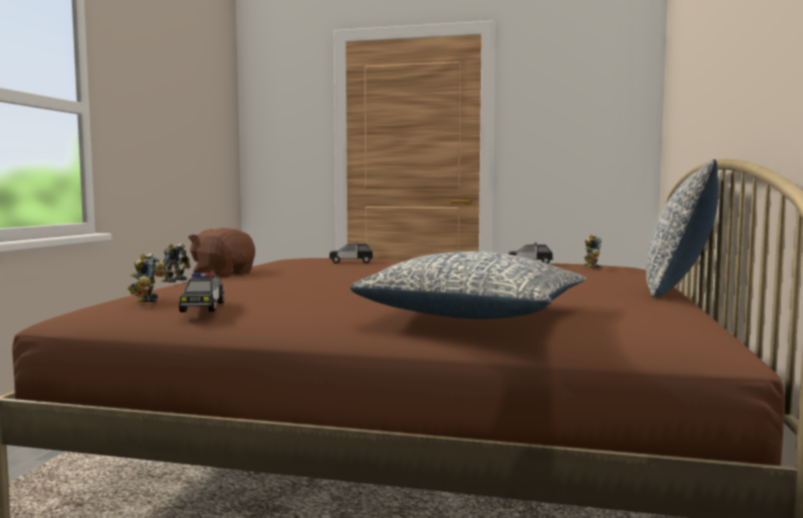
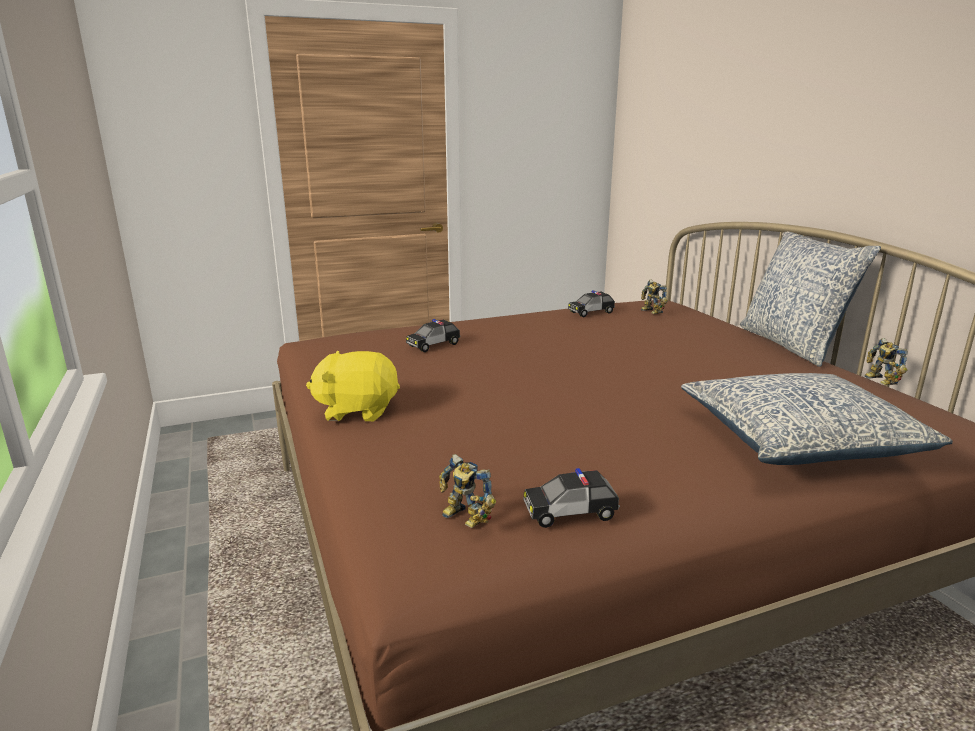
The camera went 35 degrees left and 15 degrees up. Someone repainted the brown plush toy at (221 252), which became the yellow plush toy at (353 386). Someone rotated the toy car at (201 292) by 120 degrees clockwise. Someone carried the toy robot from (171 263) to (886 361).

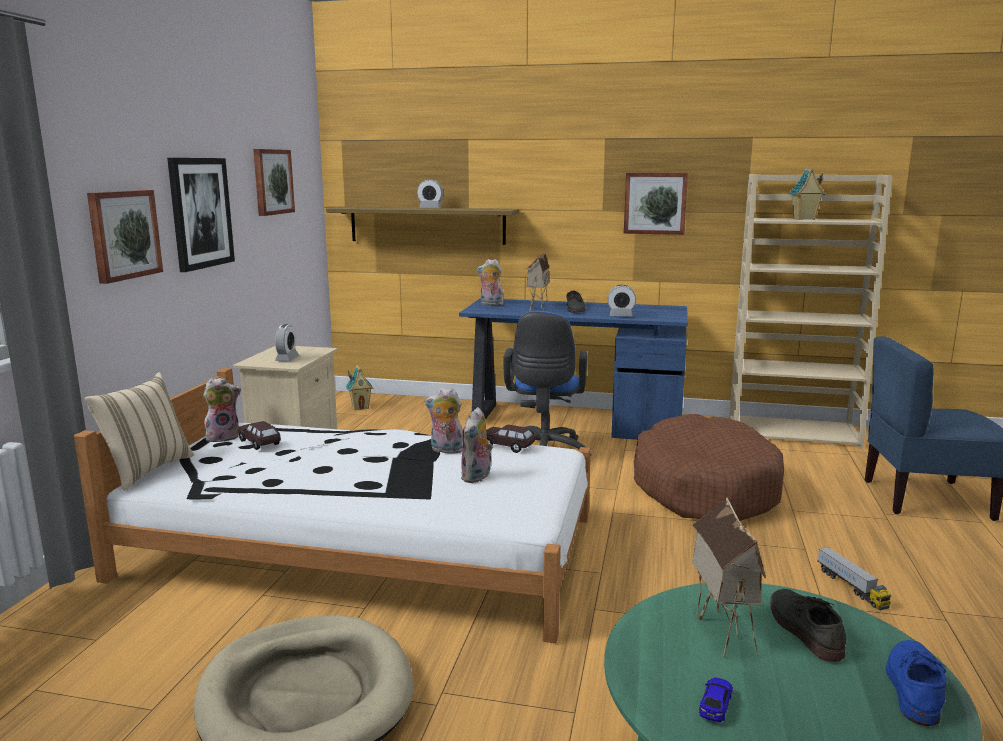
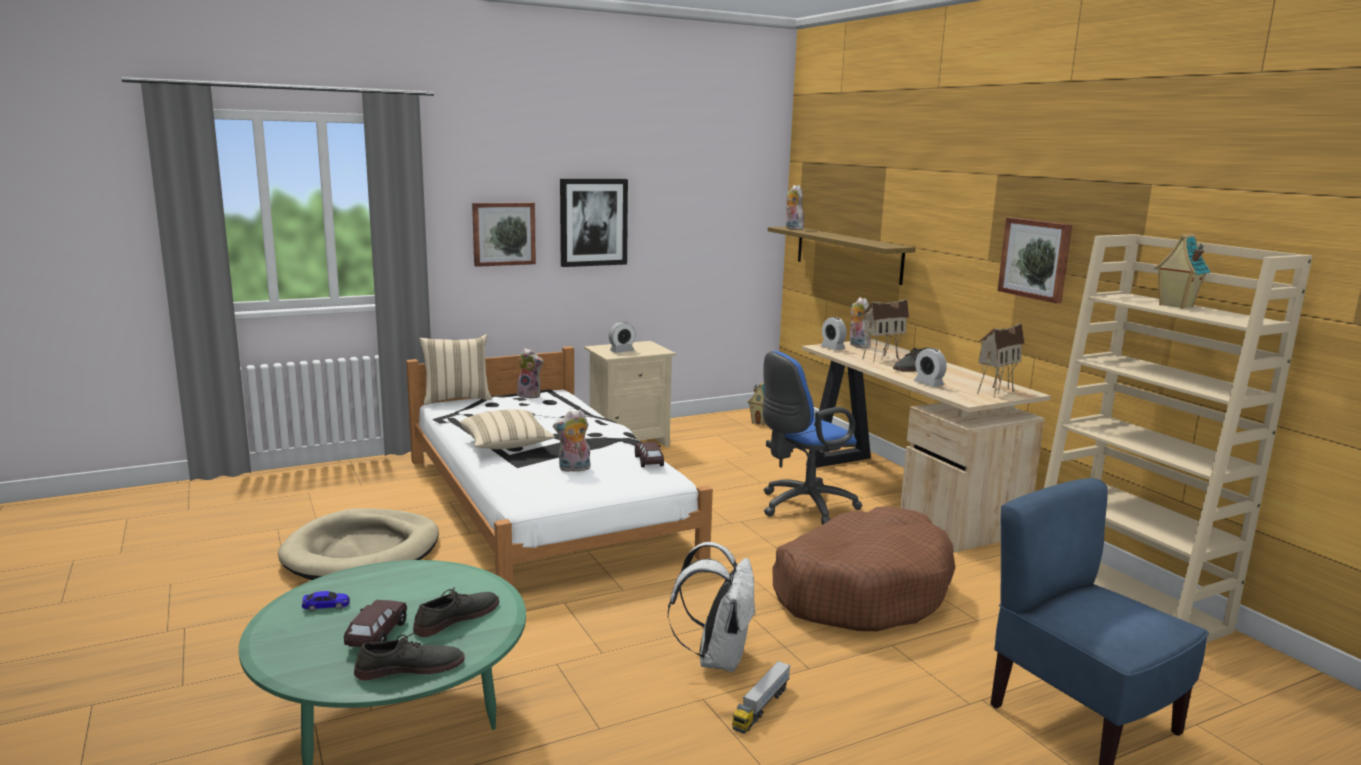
The camera went 50 degrees right and 0 degrees up. Someone carried the brown toy car from (259 435) to (375 623). Someone repainted the blue shoe at (916 683), which became the grey shoe at (409 656). Someone put down the beige pillow at (507 429). Someone put down the white backpack at (712 607). Someone carried the plush toy from (444 421) to (795 207). Someone repainted the blue desk at (573 369), which became the beige desk at (926 446). Someone carried the alarm clock from (430 193) to (834 333). Someone carried the toy house from (729 577) to (1001 360). Someone took away the picture at (274 182).

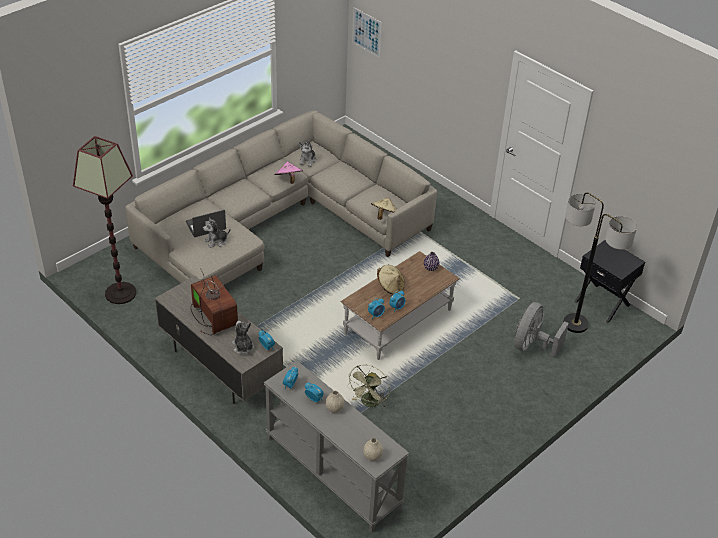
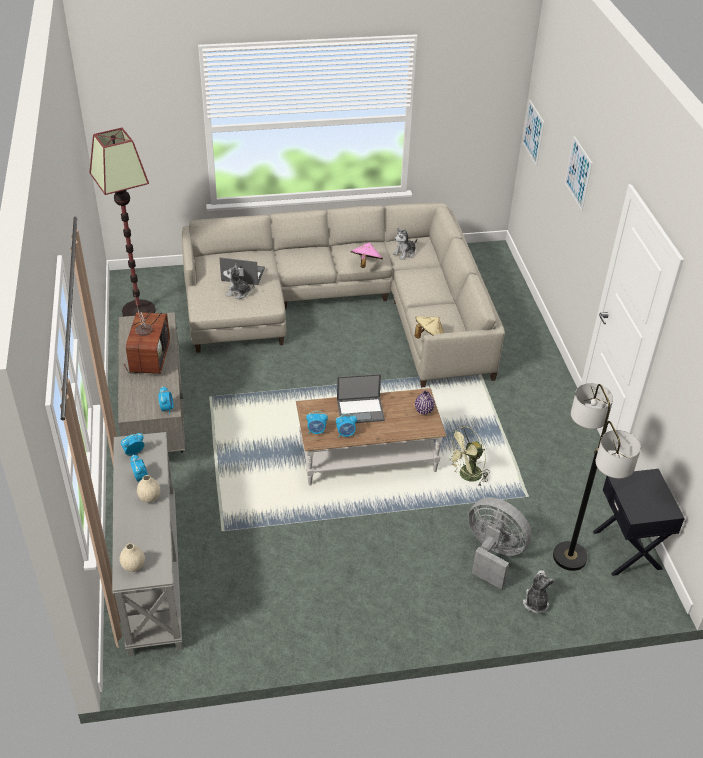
The camera went 35 degrees right and 0 degrees up. Someone swapped the beige hat at (391 279) for the laptop at (361 398). Someone carried the green fan from (368 386) to (467 456). Someone rotated the grey fan at (541 329) by 60 degrees clockwise. Someone carried the plush toy from (243 338) to (539 592). Someone put up the picture at (578 173).

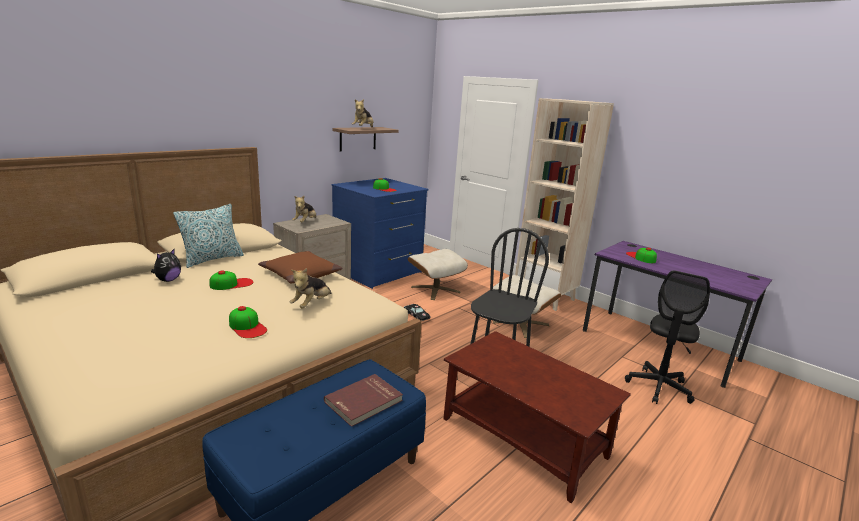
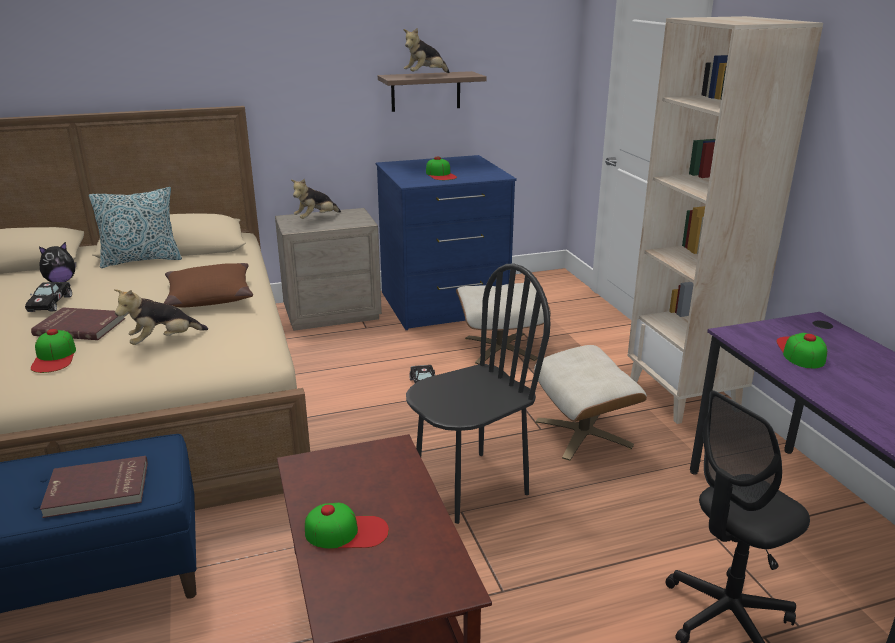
The camera went 30 degrees right and 5 degrees up. Someone put down the black toy car at (48 297). Someone put down the red book at (78 323). Someone carried the cap from (231 280) to (347 525).

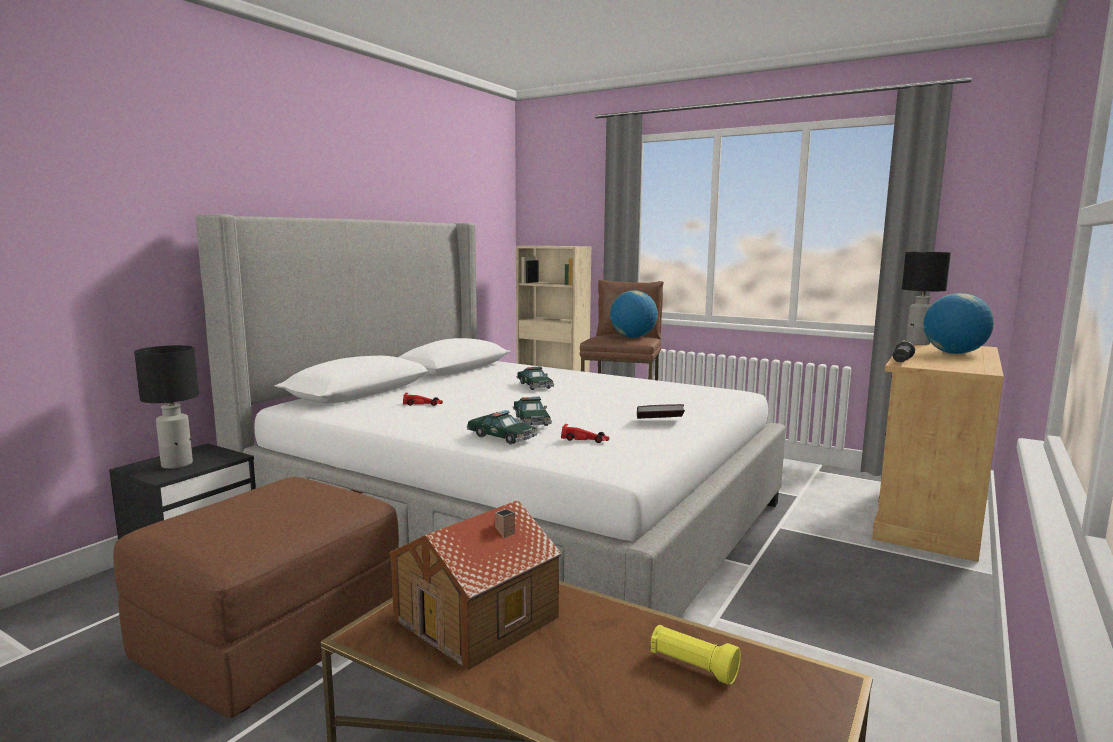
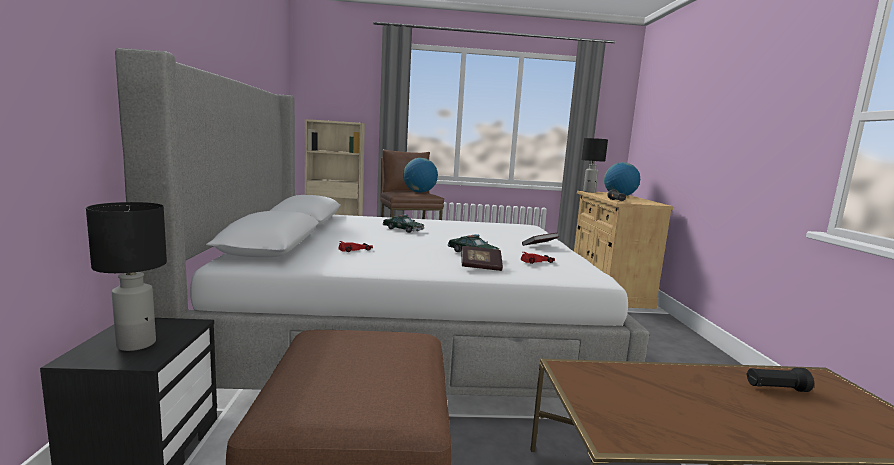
The camera went 35 degrees left and 0 degrees up. Someone swapped the toy car at (502 427) for the book at (482 258). Someone repainted the yellow flashlight at (696 655), which became the black flashlight at (780 380). Someone took away the toy house at (475 585).

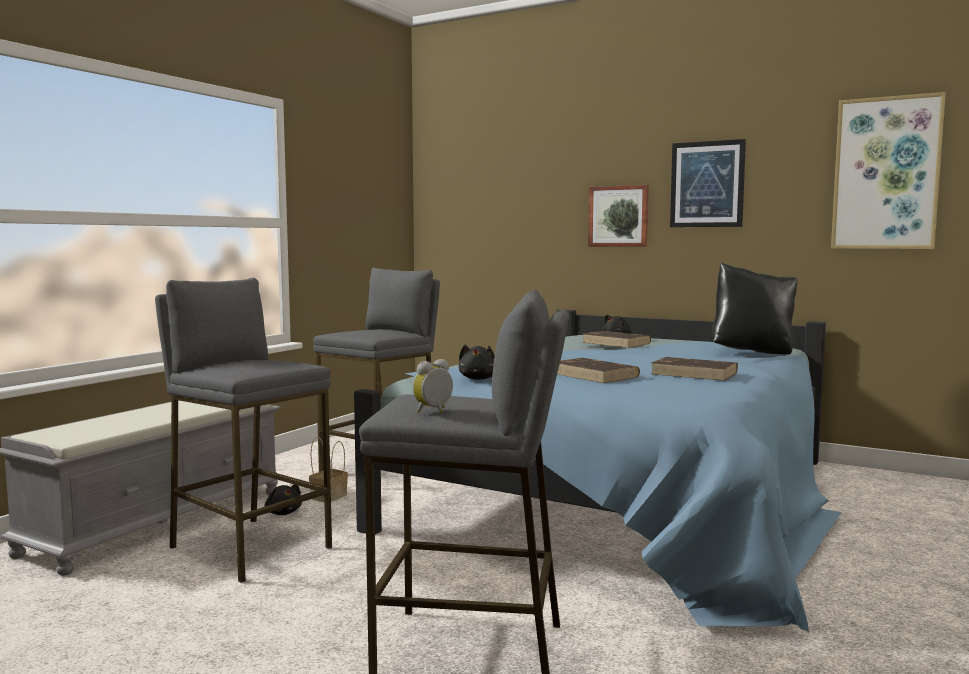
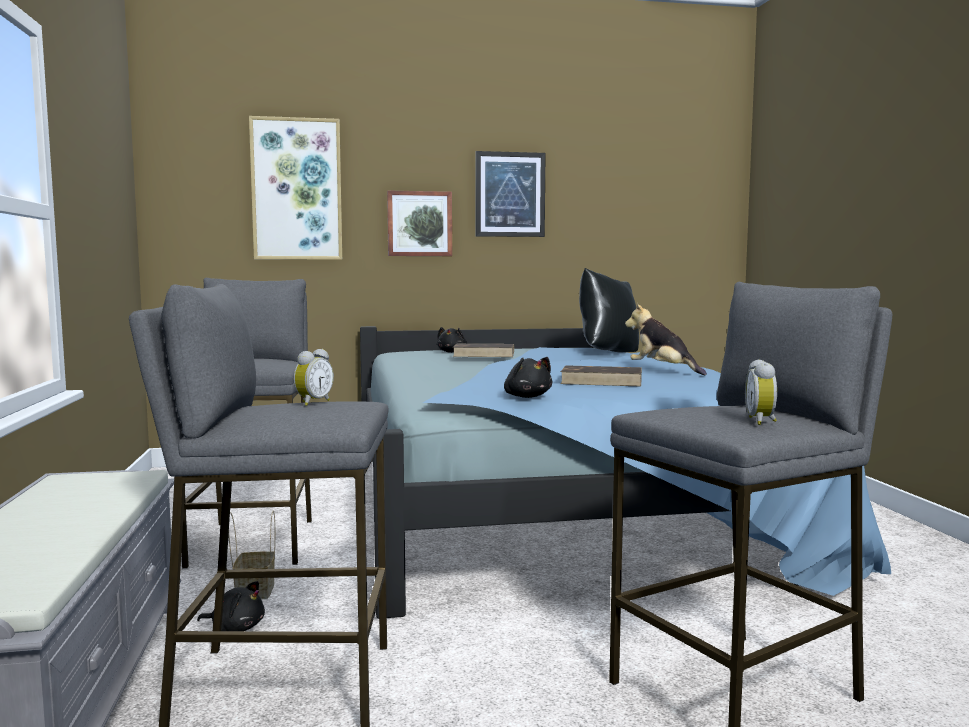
The camera went 40 degrees left and 0 degrees up. Someone carried the picture from (888 170) to (295 188). Someone put down the alarm clock at (313 377). Someone swapped the brown book at (694 369) for the plush toy at (666 339).

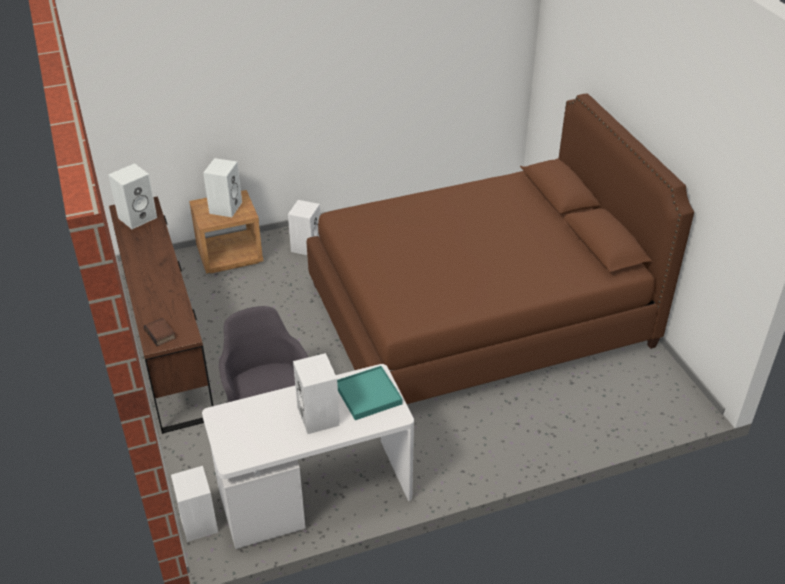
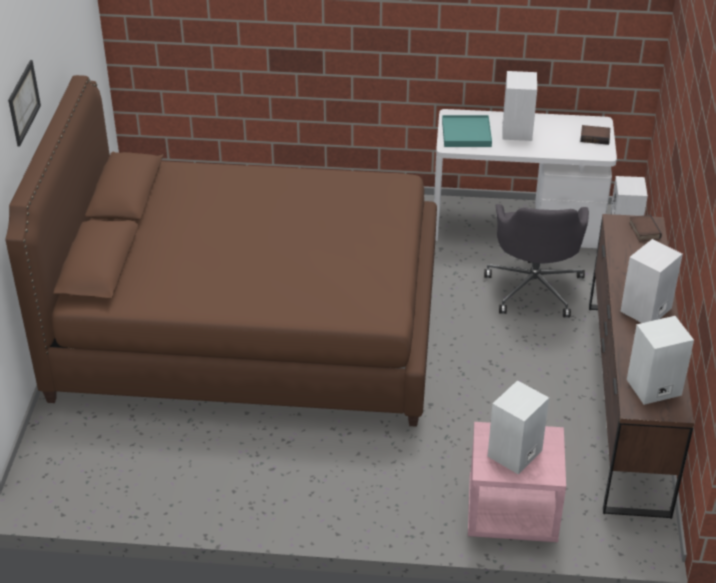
The camera went 155 degrees left and 0 degrees up. Someone put up the picture at (24 103). Someone repainted the brown nightstand at (226 232), which became the pink nightstand at (517 482). Someone put down the book at (595 135). Someone carried the white speaker from (304 227) to (651 281).

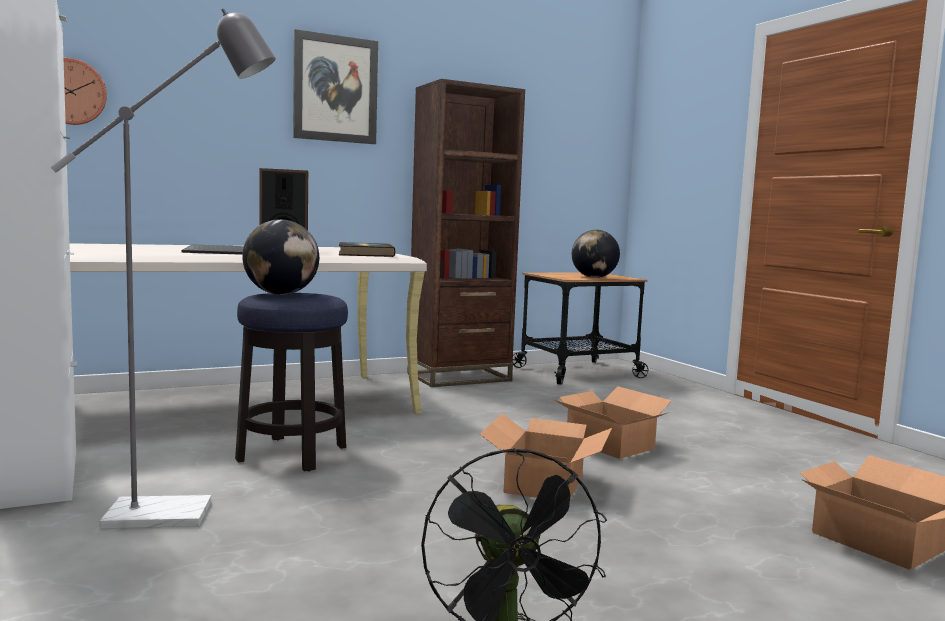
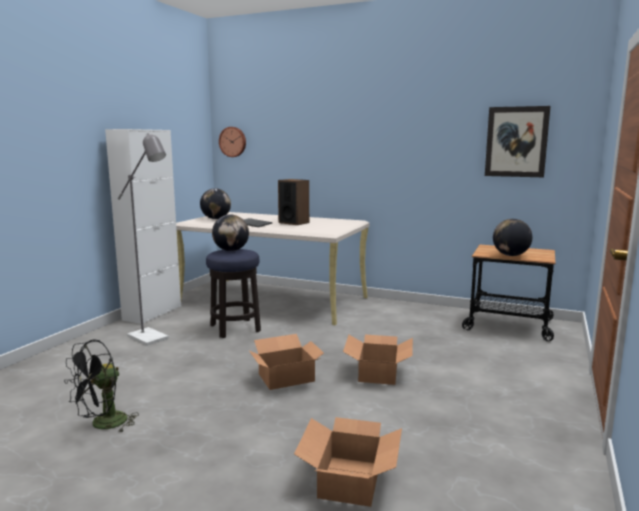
The camera went 50 degrees right and 5 degrees up. Someone put down the globe at (215 203). Someone carried the picture from (335 86) to (518 141). Someone took away the book at (367 249). Someone took away the brown bookcase at (466 233).

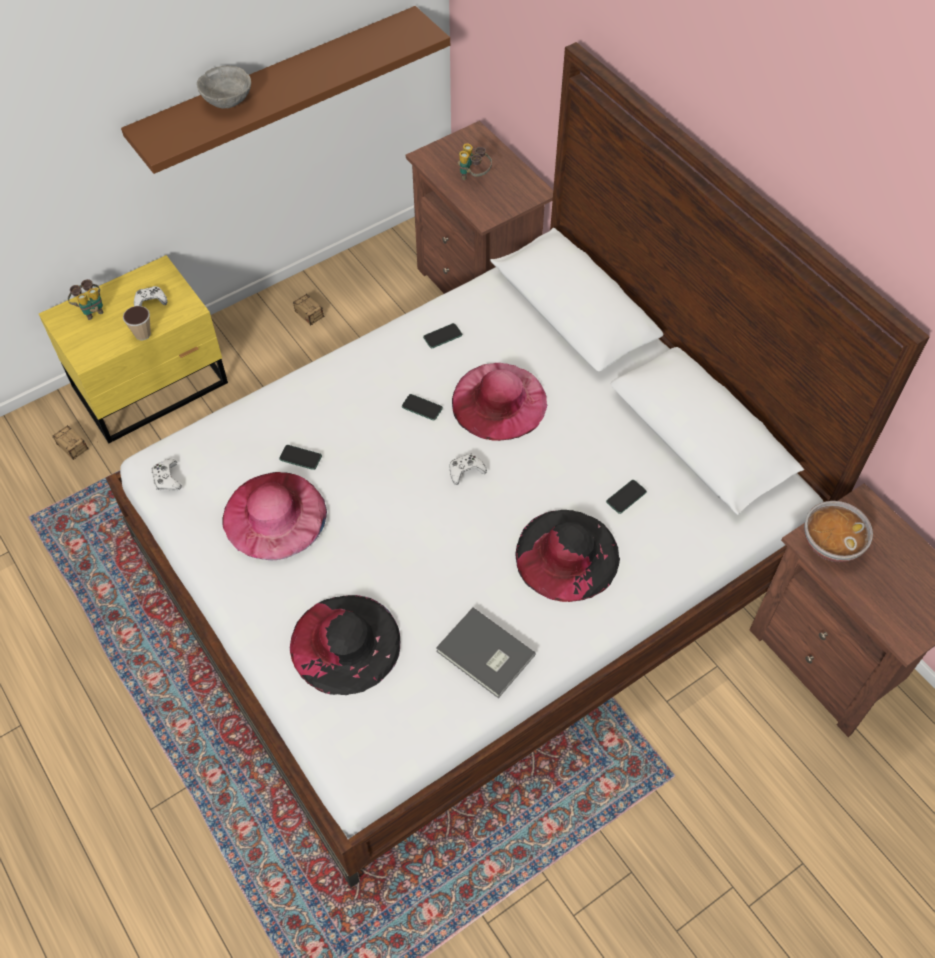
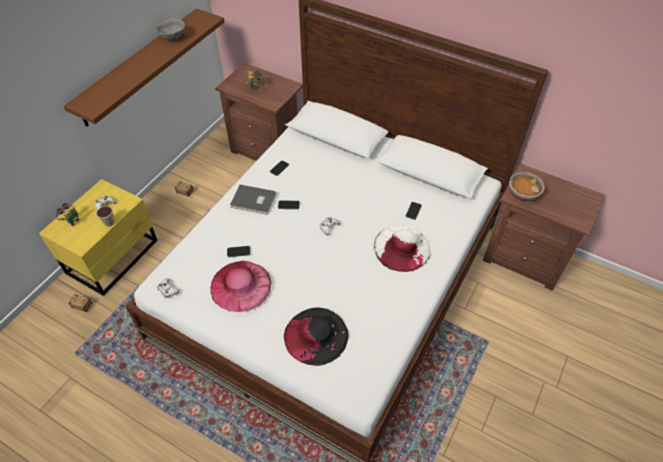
The camera went 25 degrees left and 5 degrees down. Someone carried the grey bowl from (224 87) to (170 29). Someone carried the grey book from (486 652) to (253 200). Someone repainted the black hat at (567 556), which became the white hat at (402 248). Someone took away the pink hat at (499 402).

